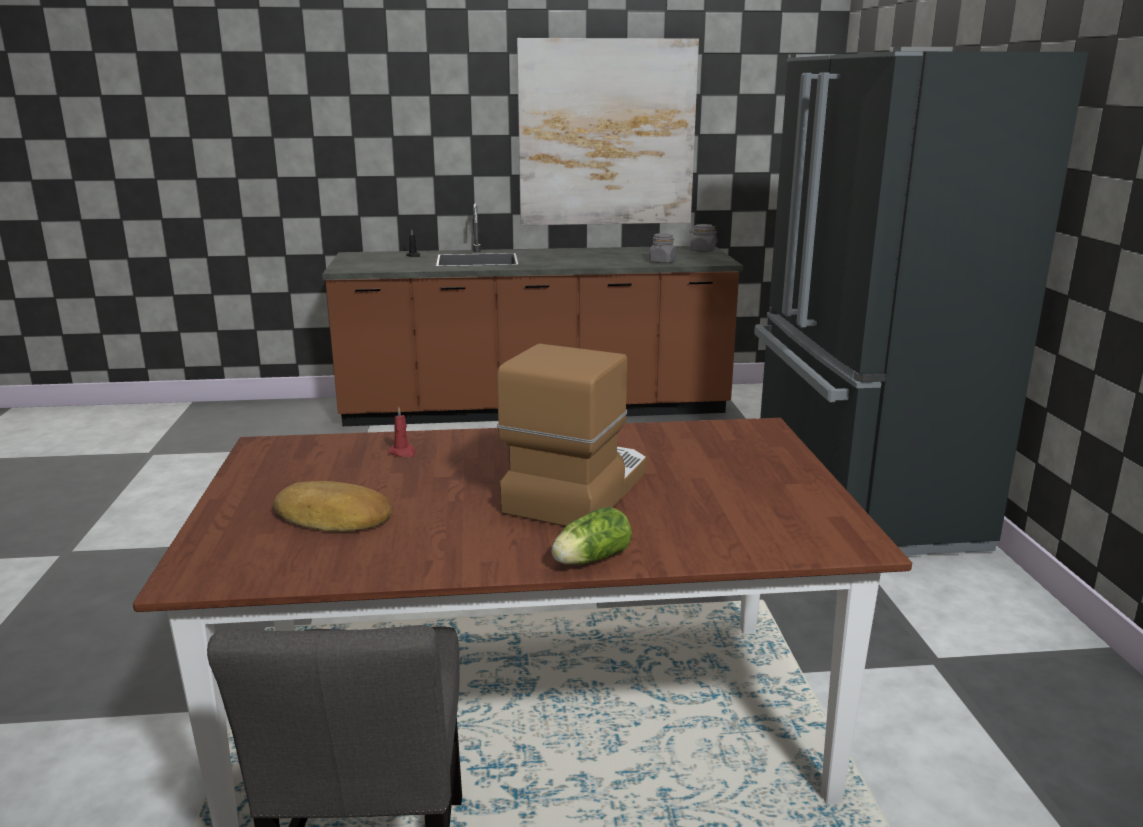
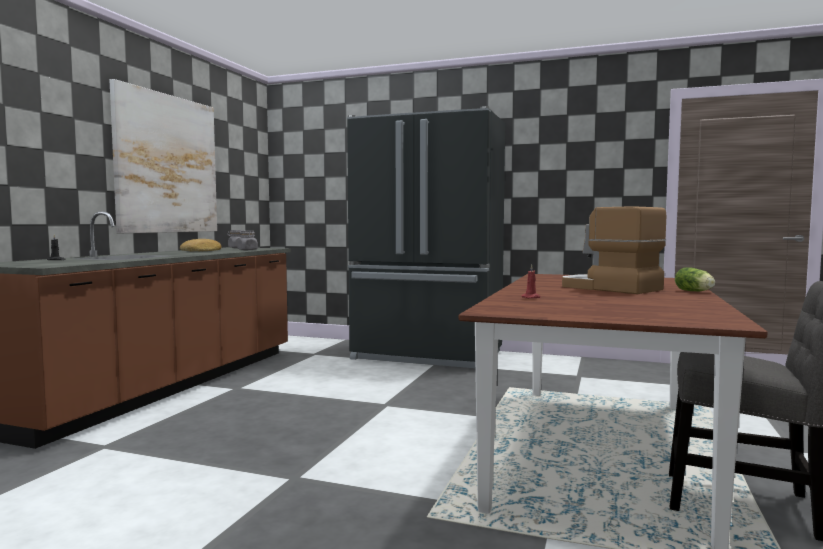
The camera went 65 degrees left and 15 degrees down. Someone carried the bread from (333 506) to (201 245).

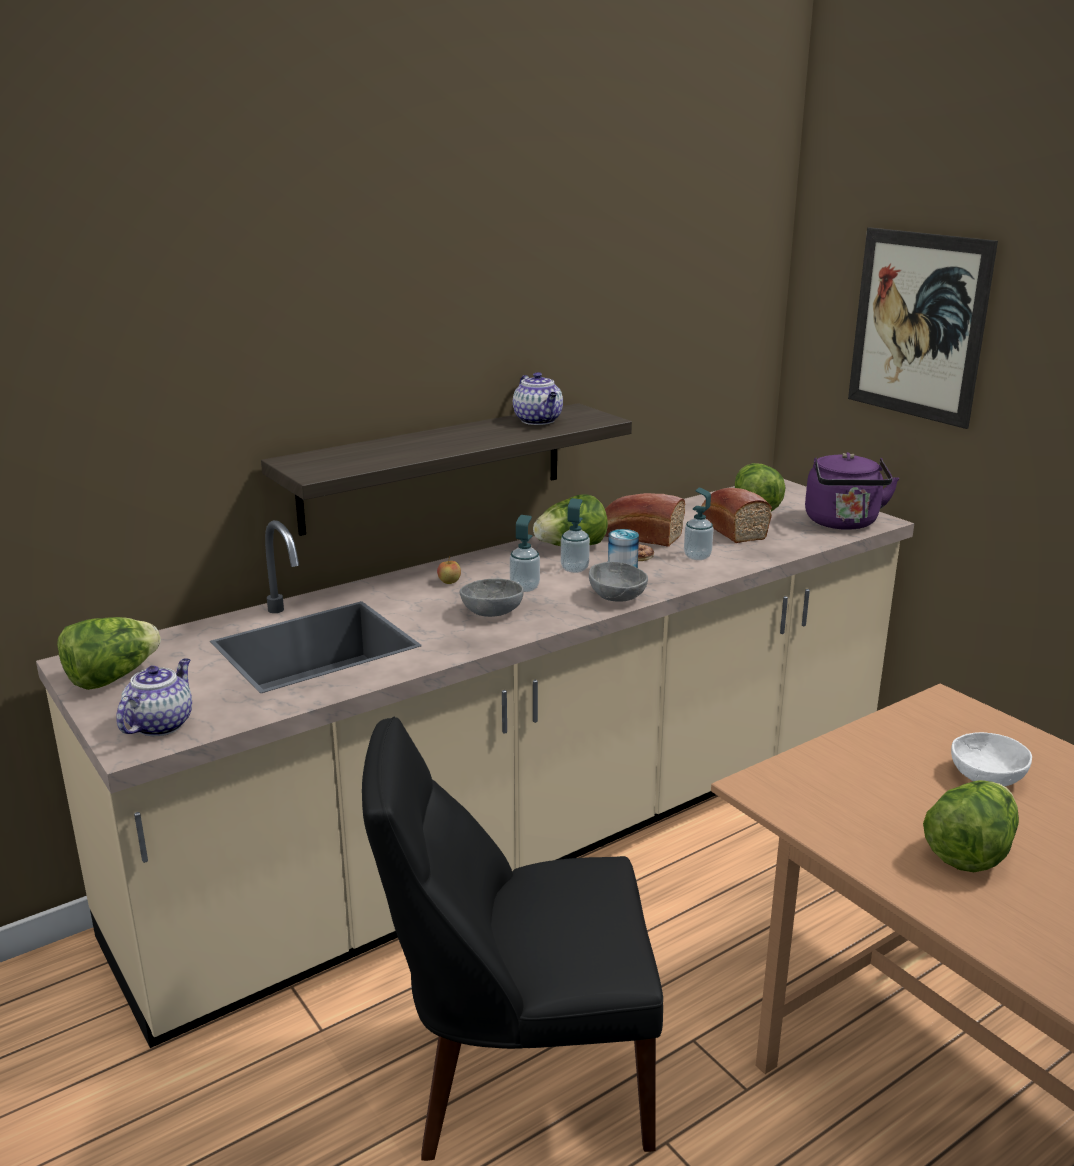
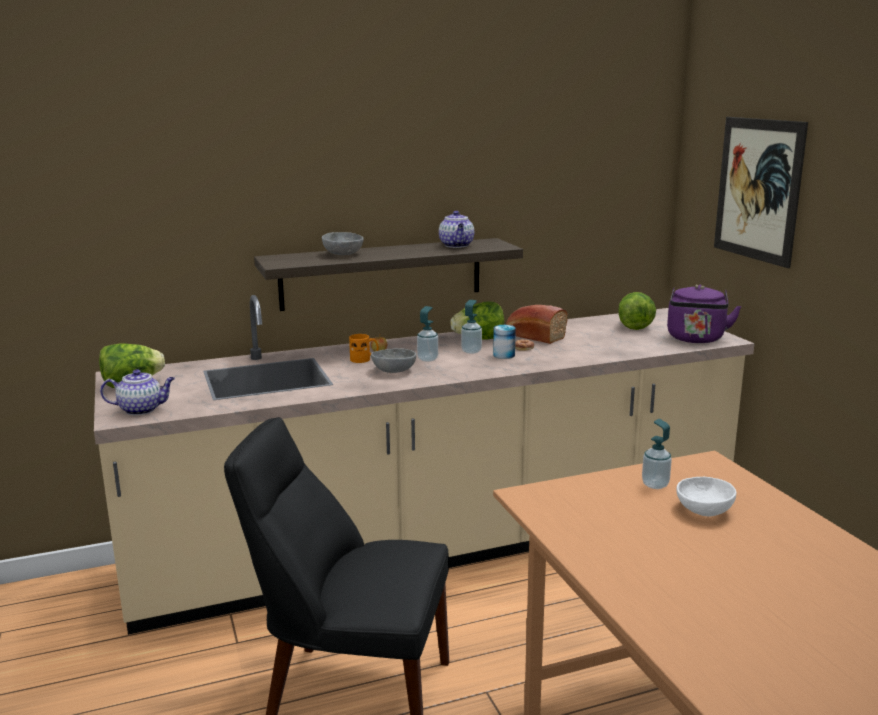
The camera went 15 degrees right and 5 degrees down. Someone rotated the teapot at (154 697) by 45 degrees clockwise. Someone carried the grey bowl from (618 581) to (343 243). Someone put down the orange mug at (364 348). Someone carried the soap dispenser from (699 524) to (657 454). Someone took away the bread at (736 515). Someone took away the lettuce at (971 826).

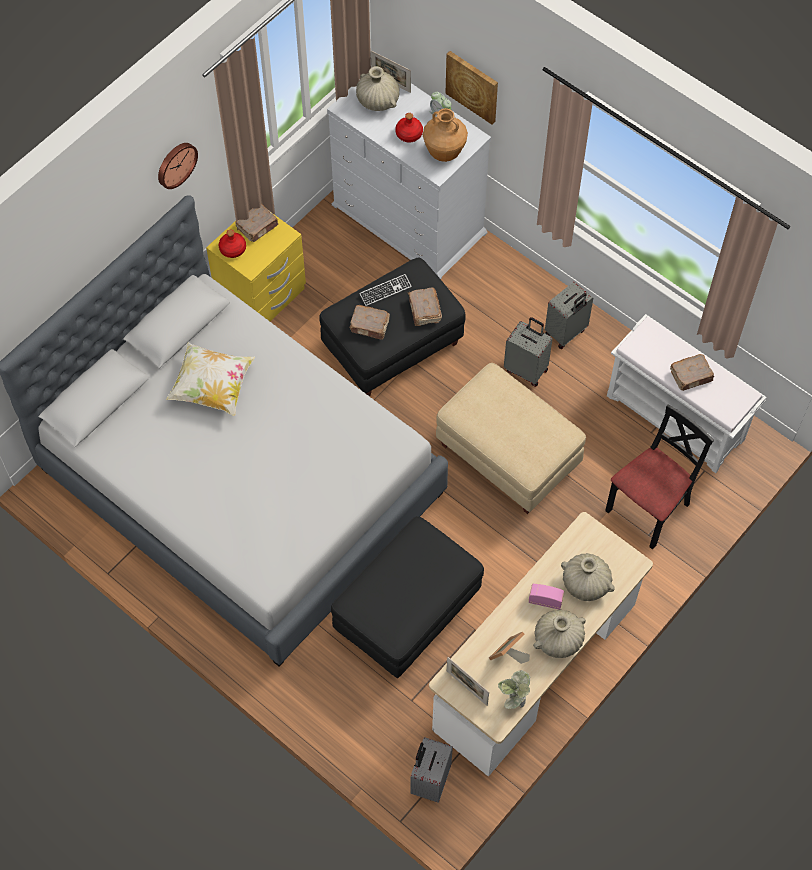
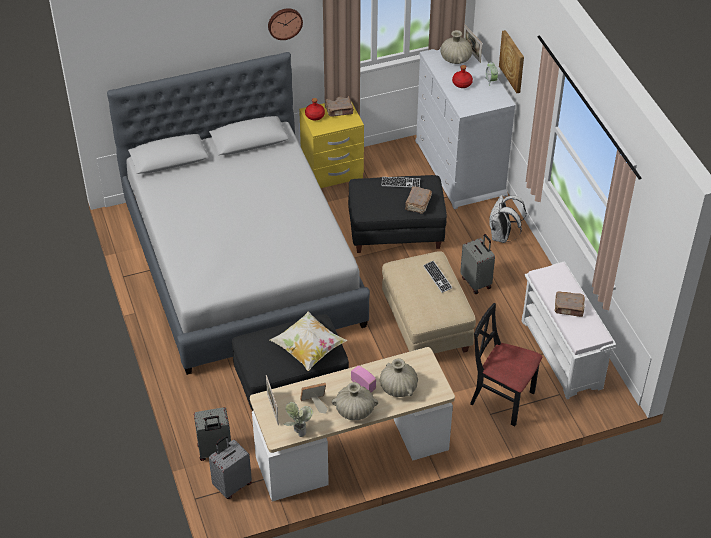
The camera went 30 degrees right and 15 degrees down. Someone carried the grey suitcase from (569 315) to (212 434). Someone carried the pillow from (210 379) to (309 341). Someone put down the keyboard at (438 277). Someone rotated the black chair at (659 477) by 135 degrees counterclockwise. Someone put down the white backpack at (507 219). Someone took away the brown book at (369 322). Someone took away the brown vase at (445 135).

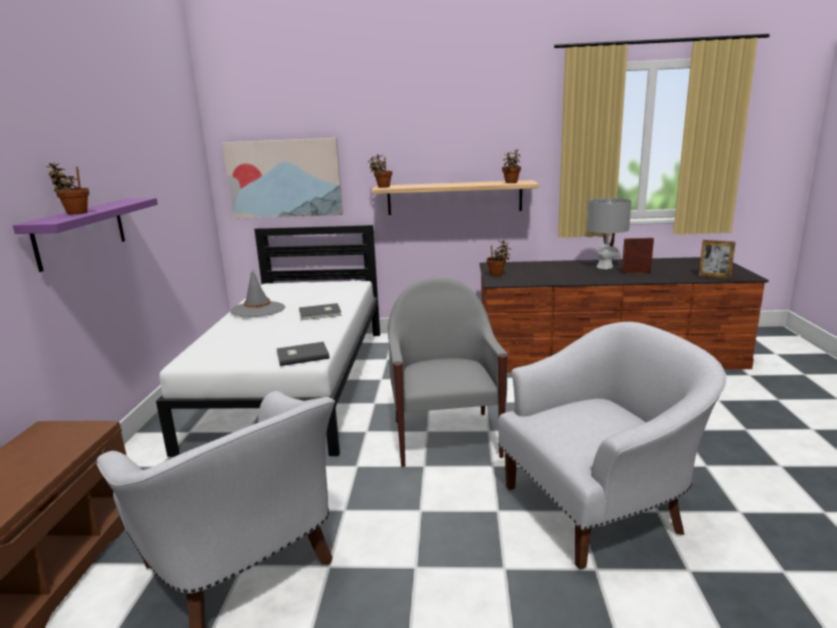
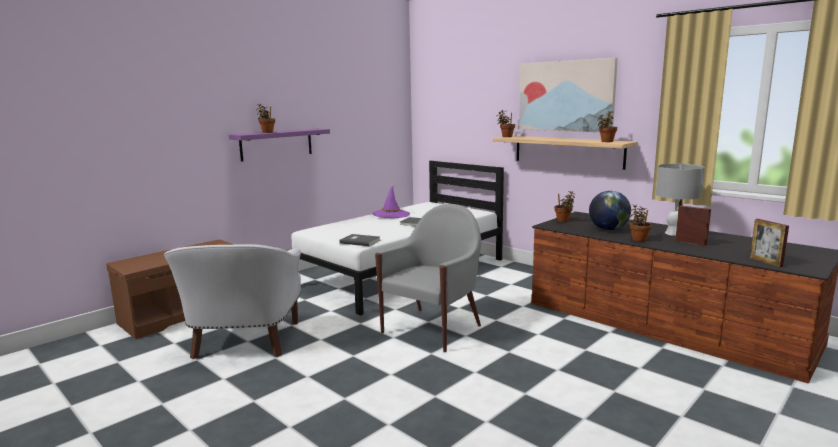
The camera went 40 degrees right and 5 degrees down. Someone repainted the grey hat at (257 293), which became the purple hat at (391 202). Someone carried the picture from (282 178) to (568 95). Someone put down the globe at (610 210). Someone put down the potted plant at (641 223). Someone took away the white armchair at (612 446).

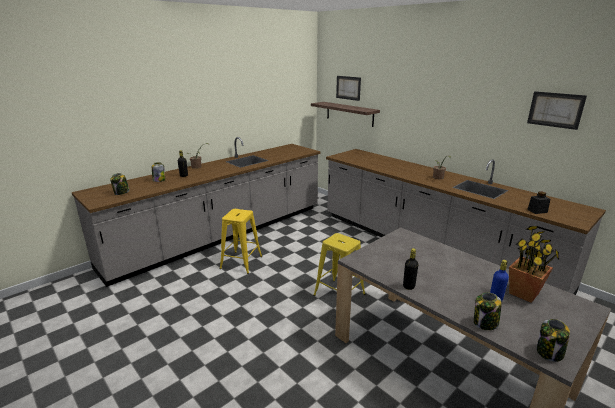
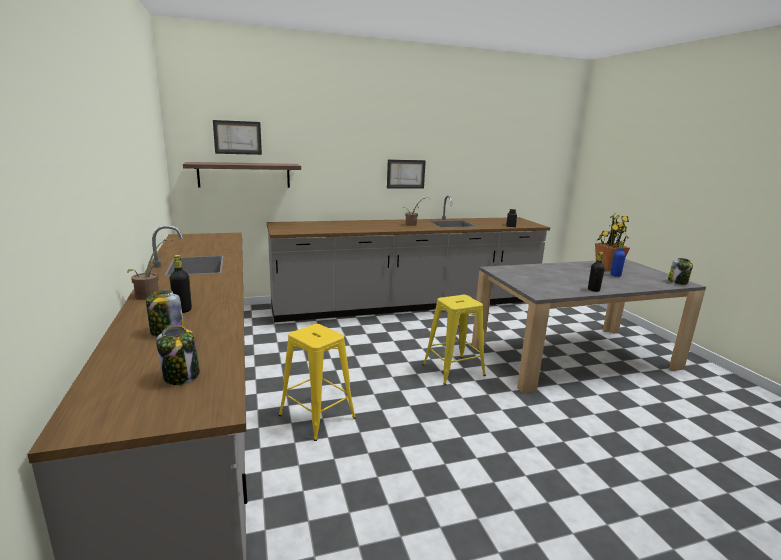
The camera went 65 degrees left and 5 degrees down. Someone carried the picture from (557 110) to (406 174). Someone took away the jar at (488 311).

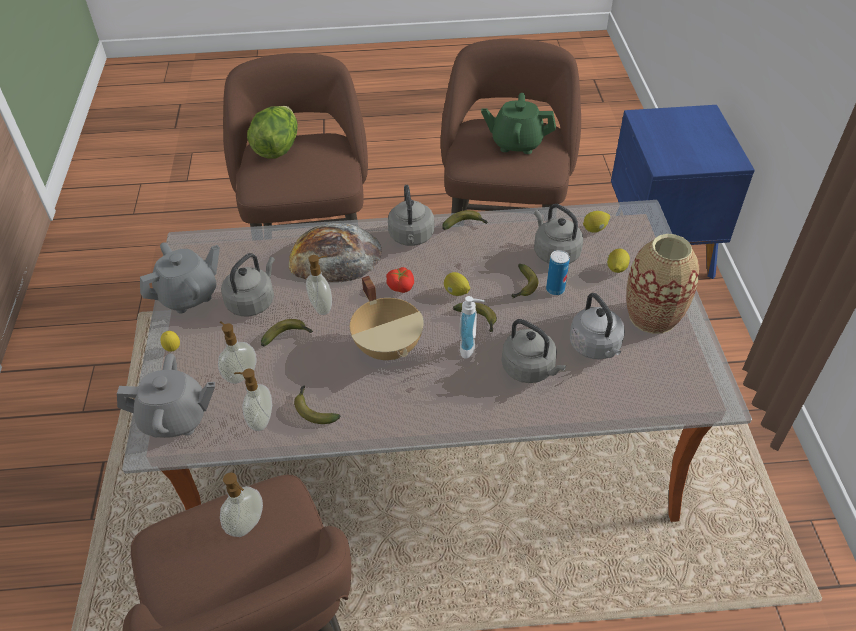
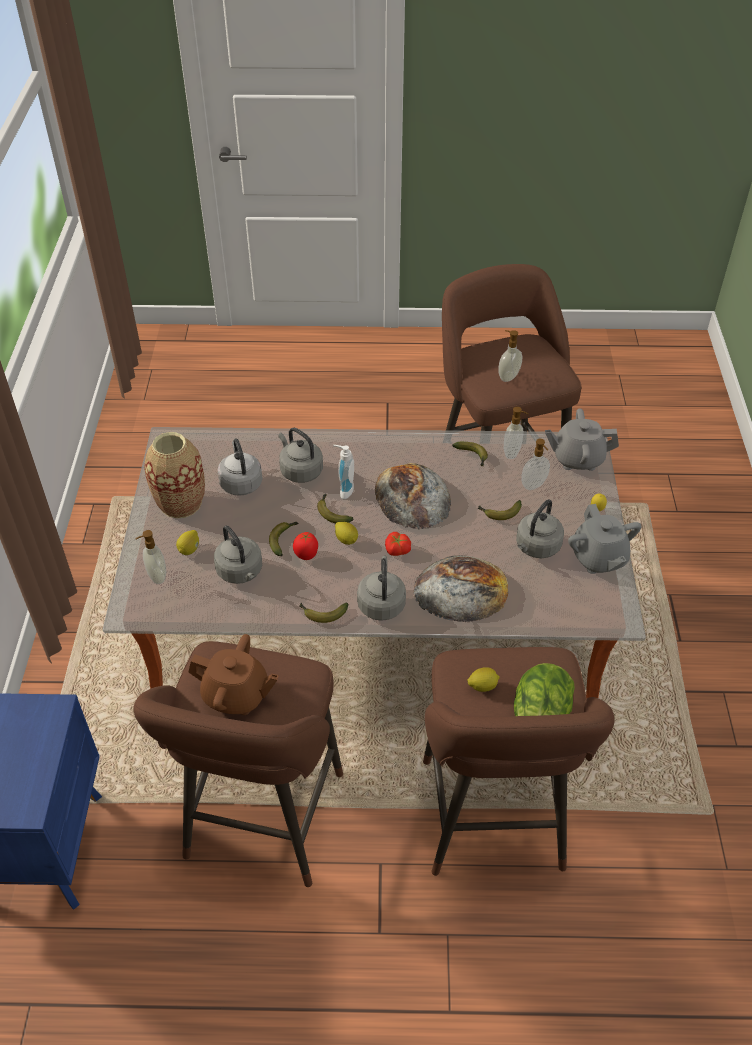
The camera went 175 degrees left and 0 degrees up. Someone carried the soap dispenser from (319 285) to (150 557). Someone repainted the green teapot at (518 123), which became the brown teapot at (234 674). Someone put down the tomato at (305 546). Someone swapped the beige cooking pot at (387 318) for the bread at (413 496). Someone carried the lemon from (596 222) to (483 679). Someone rotated the grey teapot at (180 277) by 75 degrees counterclockwise. Someone took away the can at (558 272).

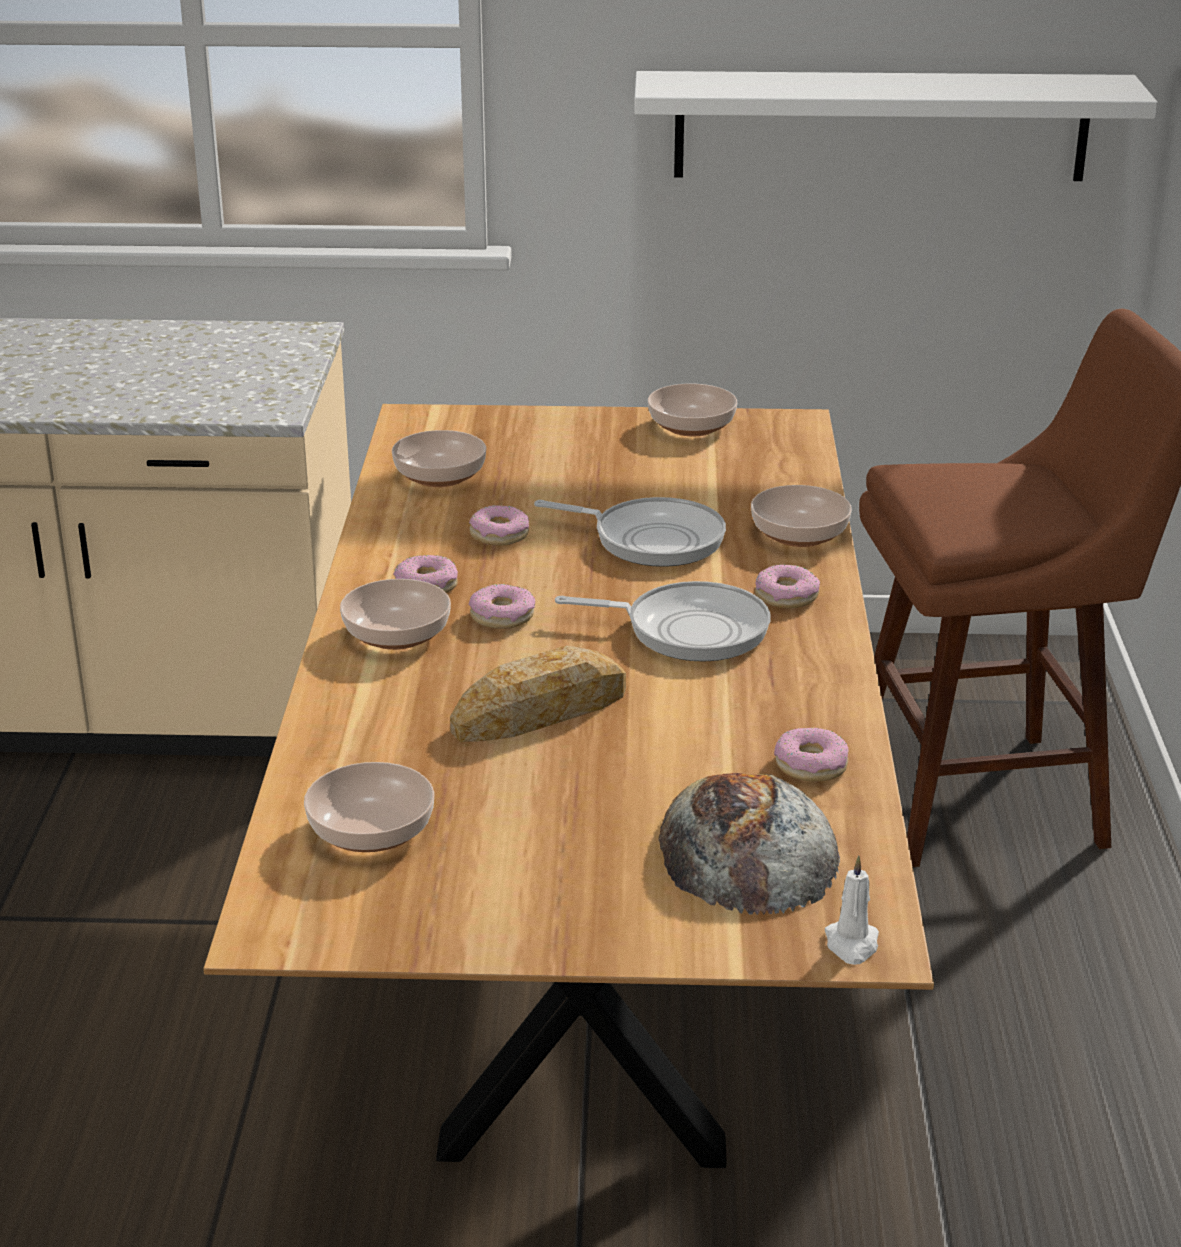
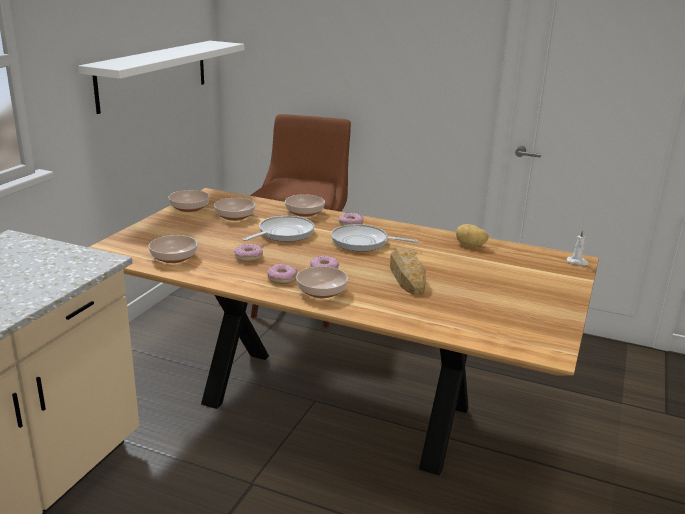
The camera went 70 degrees left and 5 degrees down. Someone carried the bowl from (369 807) to (234 209). Someone rotated the frying pan at (662 621) by 105 degrees counterclockwise. Someone swapped the donut at (811 755) for the potato at (472 235). Someone took away the bread at (749 844).

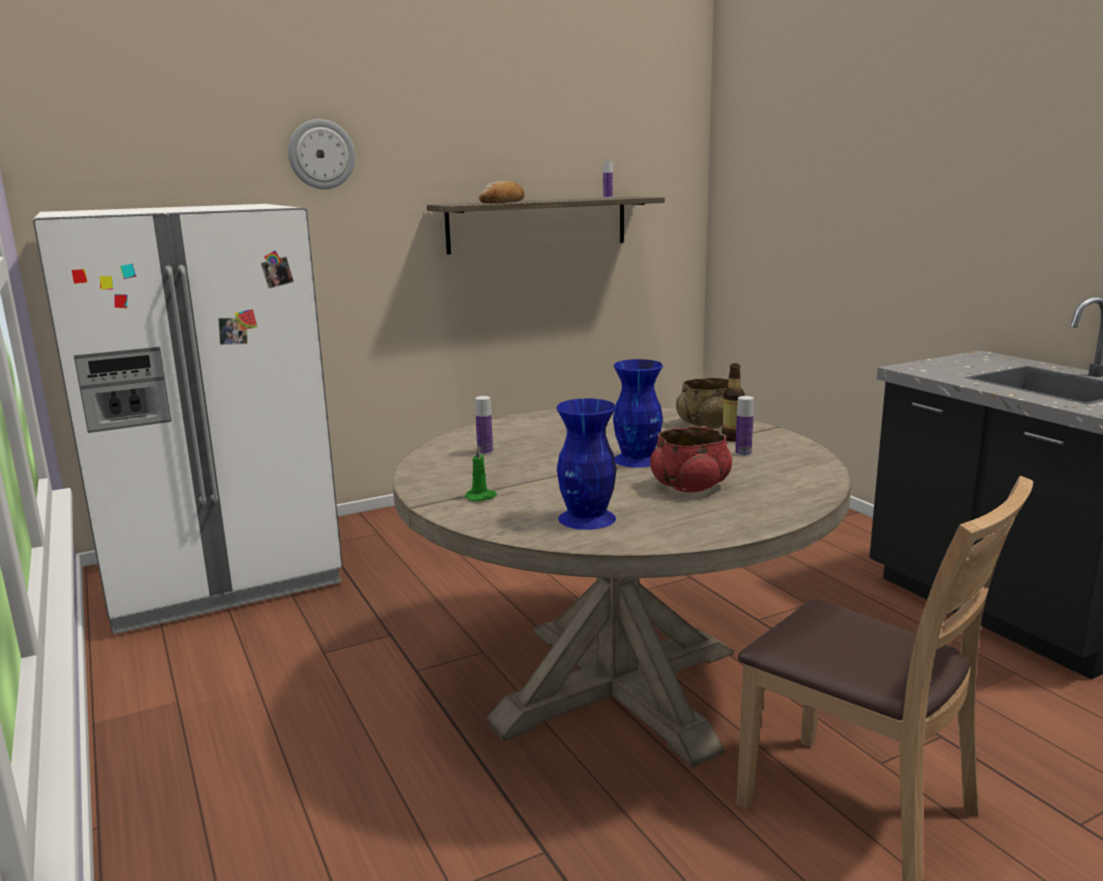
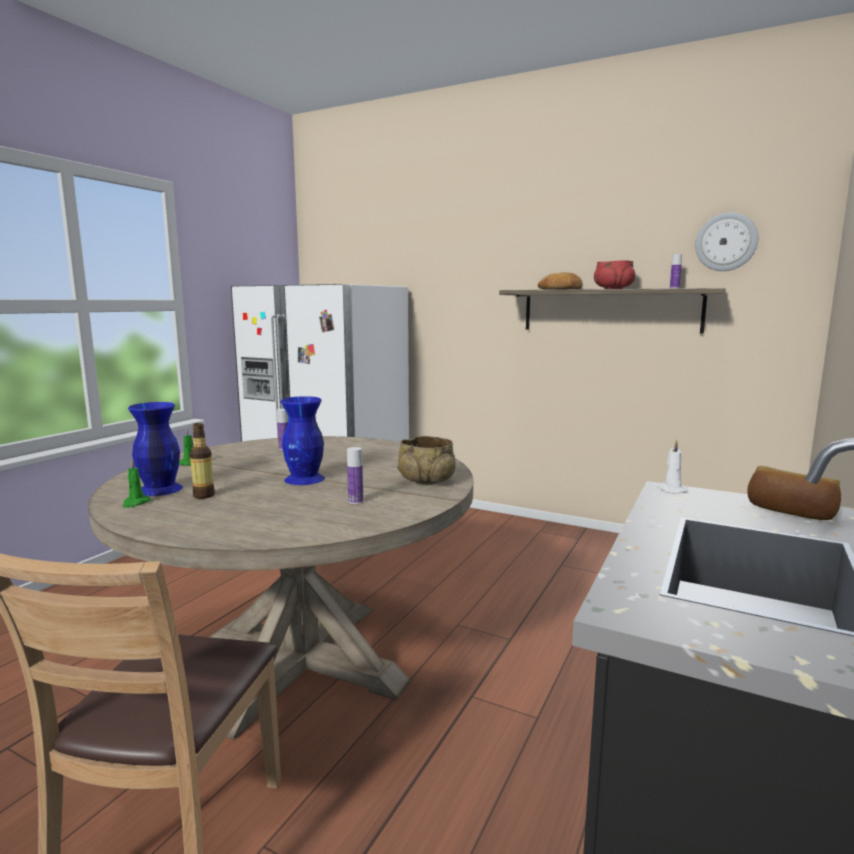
The camera went 55 degrees right and 5 degrees down. Someone put down the green candle at (136 484). Someone carried the bottle from (733 402) to (202 461). Someone carried the red bowl from (691 459) to (614 275). Someone put down the white candle at (673 467). Someone carried the wall clock from (321 154) to (726 241). Someone put down the bread at (794 493).

